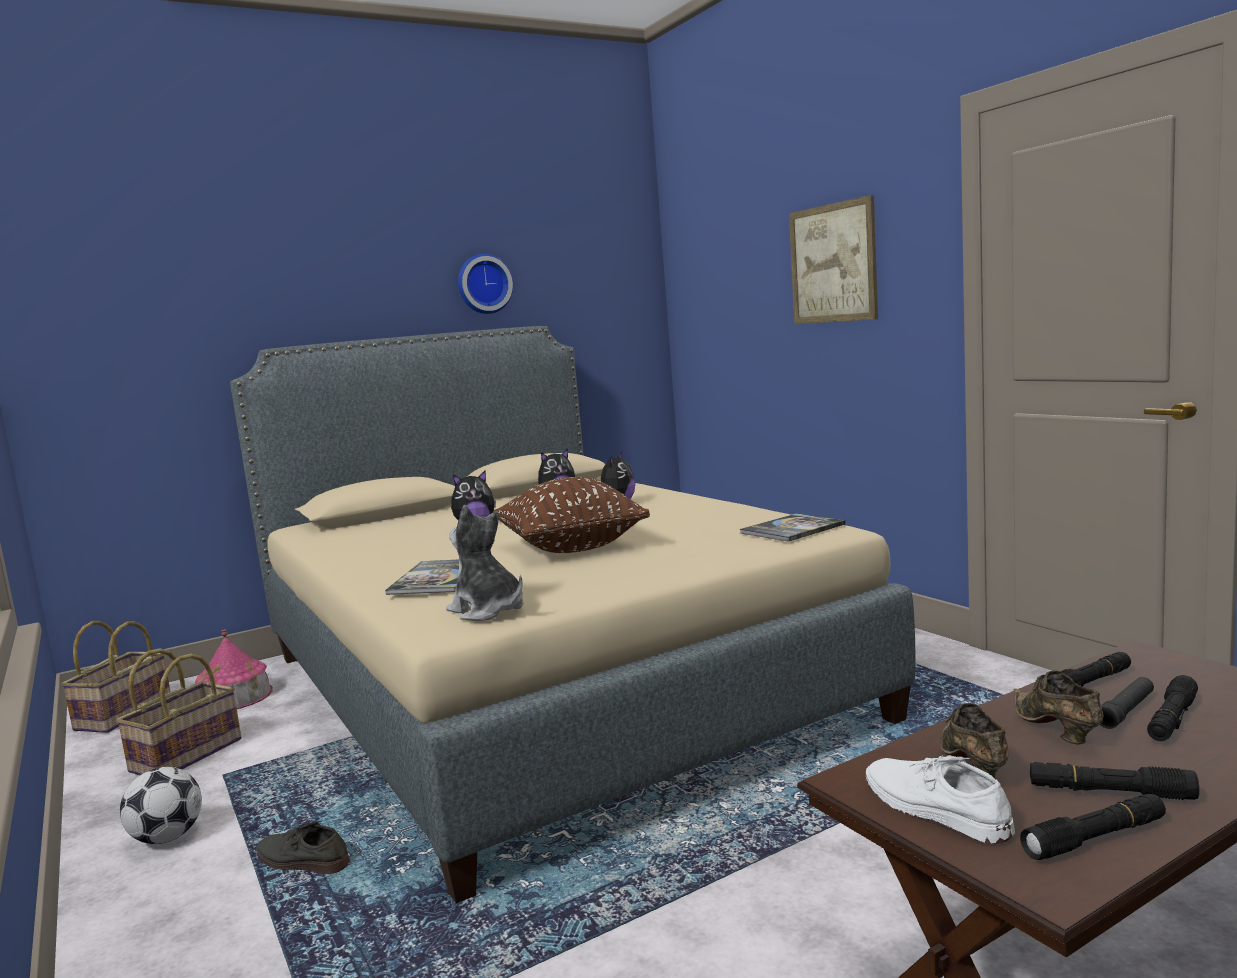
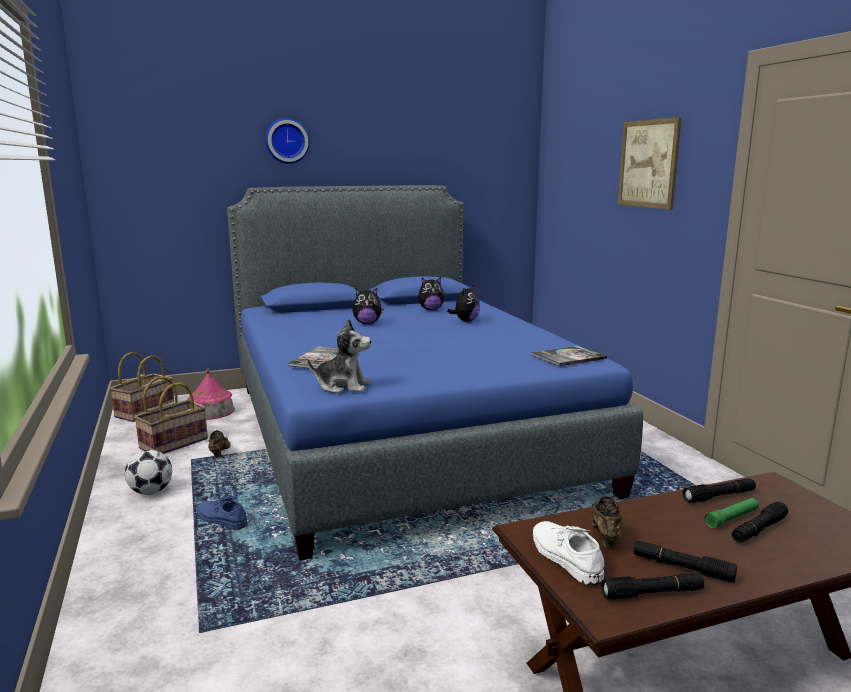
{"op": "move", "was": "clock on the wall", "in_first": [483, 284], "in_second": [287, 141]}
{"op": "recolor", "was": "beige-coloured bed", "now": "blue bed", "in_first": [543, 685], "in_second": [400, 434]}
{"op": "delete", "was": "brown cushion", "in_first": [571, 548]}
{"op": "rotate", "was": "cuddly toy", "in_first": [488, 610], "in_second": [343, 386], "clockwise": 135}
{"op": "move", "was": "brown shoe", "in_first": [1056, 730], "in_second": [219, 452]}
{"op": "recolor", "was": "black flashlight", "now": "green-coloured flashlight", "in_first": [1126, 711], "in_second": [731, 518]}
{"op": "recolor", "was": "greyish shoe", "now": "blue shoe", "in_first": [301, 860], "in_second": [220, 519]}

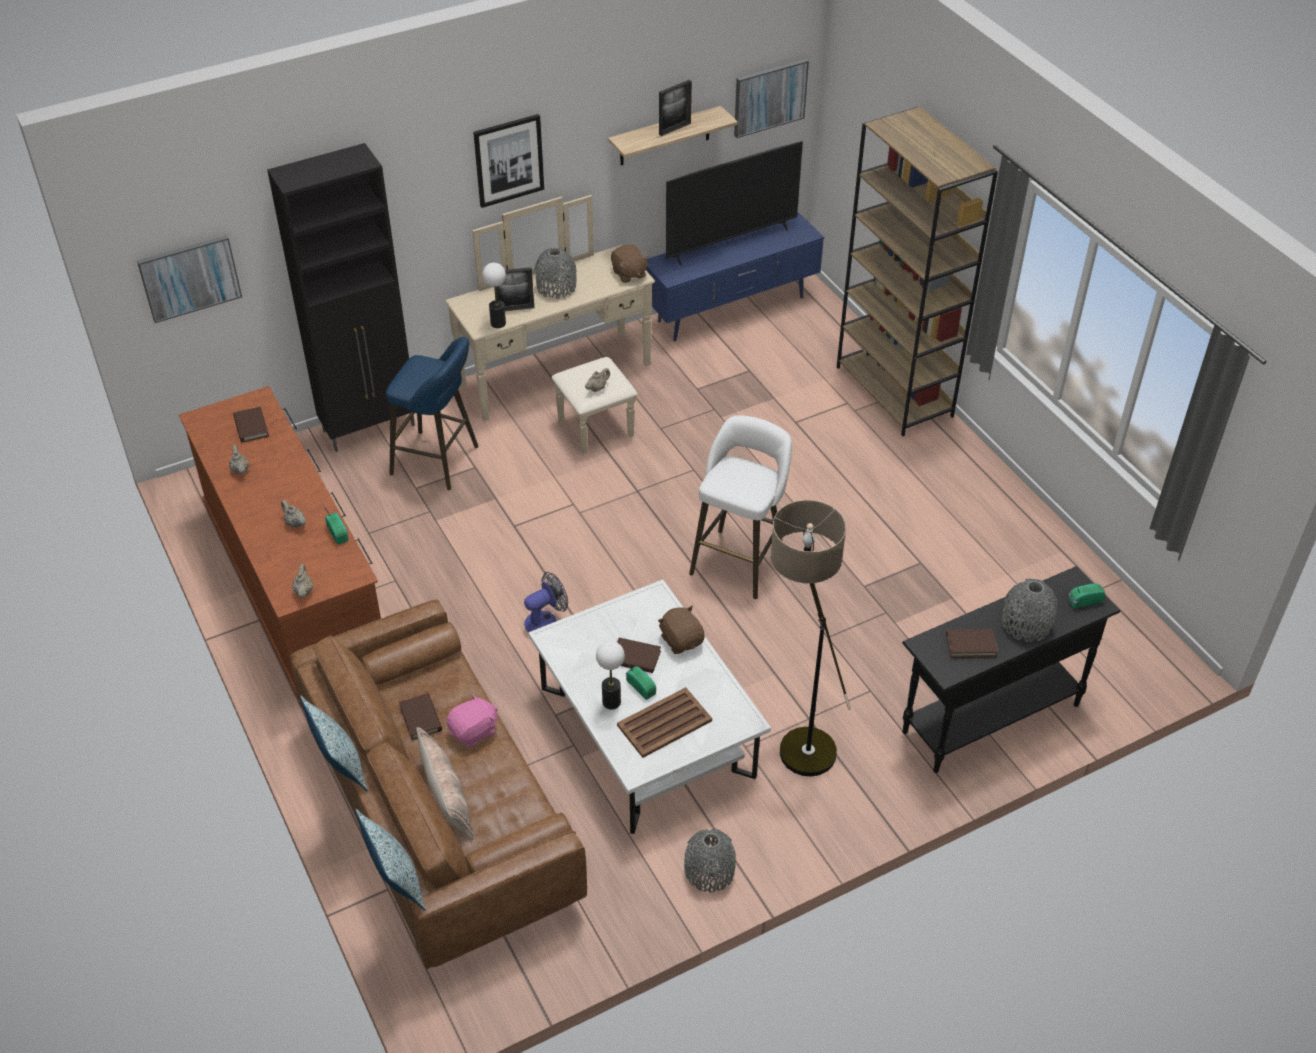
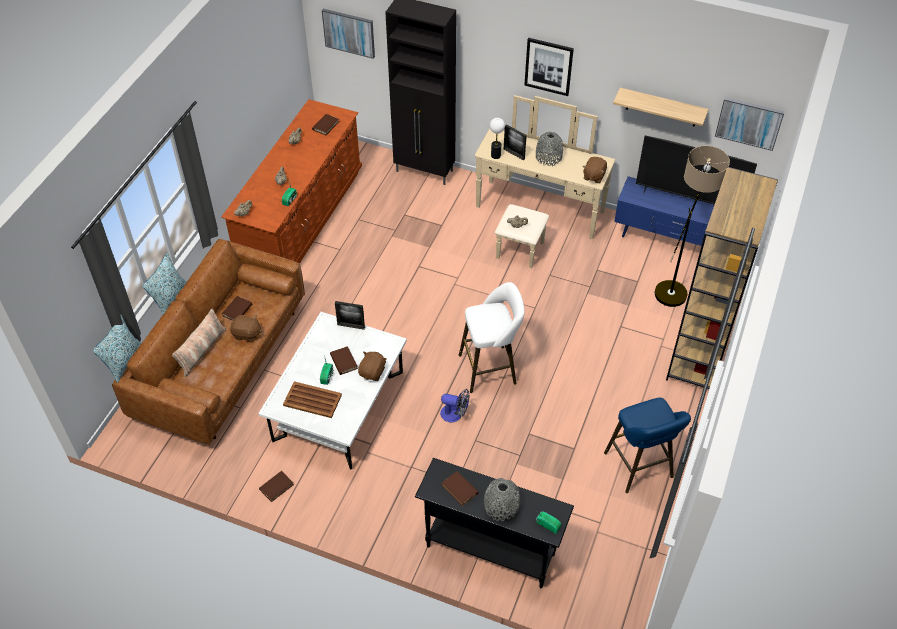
{"op": "move", "was": "standing frame", "in_first": [675, 129], "in_second": [351, 326]}
{"op": "move", "was": "blue stool", "in_first": [439, 461], "in_second": [640, 468]}
{"op": "move", "was": "floor lamp", "in_first": [798, 735], "in_second": [675, 285]}
{"op": "move", "was": "electric fan", "in_first": [546, 620], "in_second": [455, 414]}
{"op": "delete", "was": "lamp for a table", "in_first": [611, 702]}
{"op": "recolor", "was": "pink cuddly toy", "now": "brown cuddly toy", "in_first": [474, 732], "in_second": [247, 334]}
{"op": "replace", "was": "greyish vase", "now": "brown volume", "in_first": [709, 871], "in_second": [276, 487]}

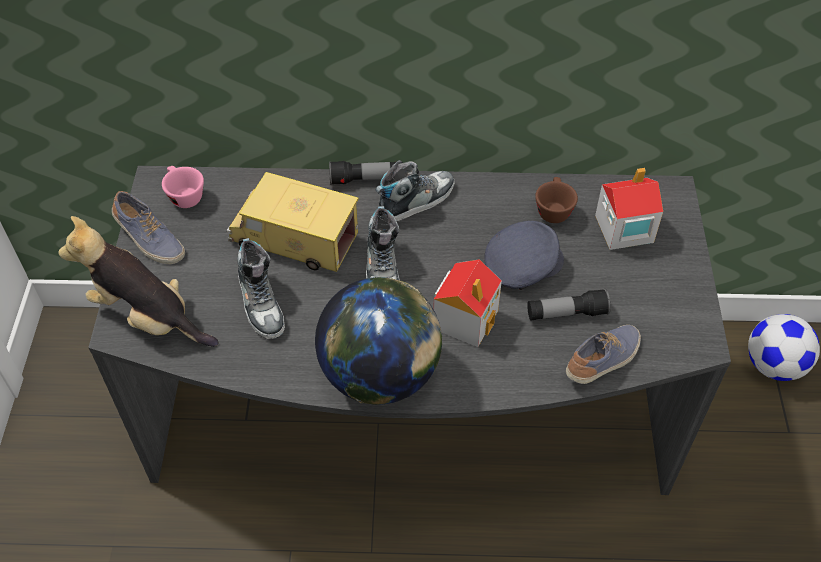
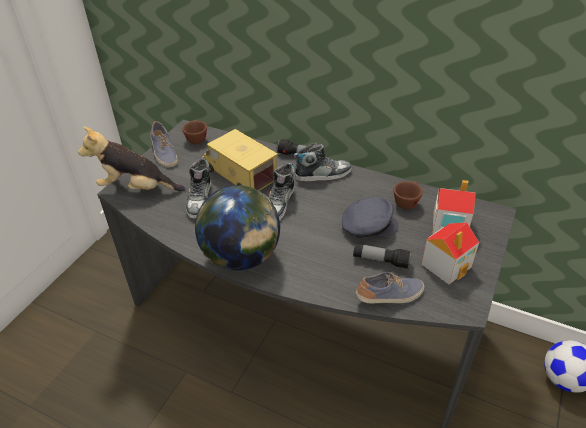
{"op": "recolor", "was": "pink cup", "now": "brown cup", "in_first": [183, 195], "in_second": [196, 138]}
{"op": "rotate", "was": "cuddly toy", "in_first": [147, 317], "in_second": [136, 188], "clockwise": -45}
{"op": "move", "was": "miniature house", "in_first": [466, 318], "in_second": [446, 265]}

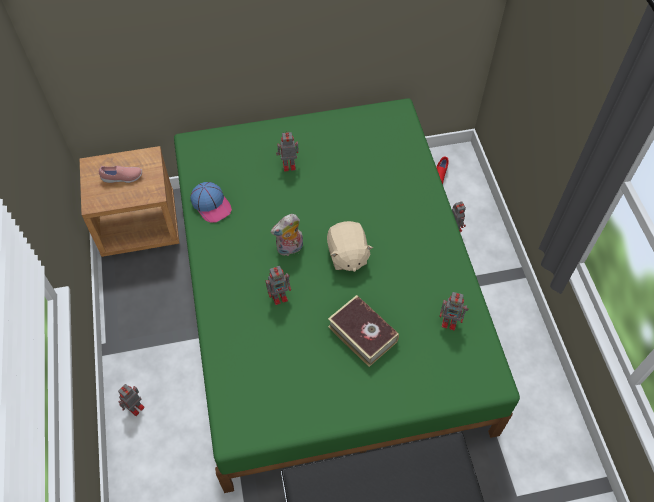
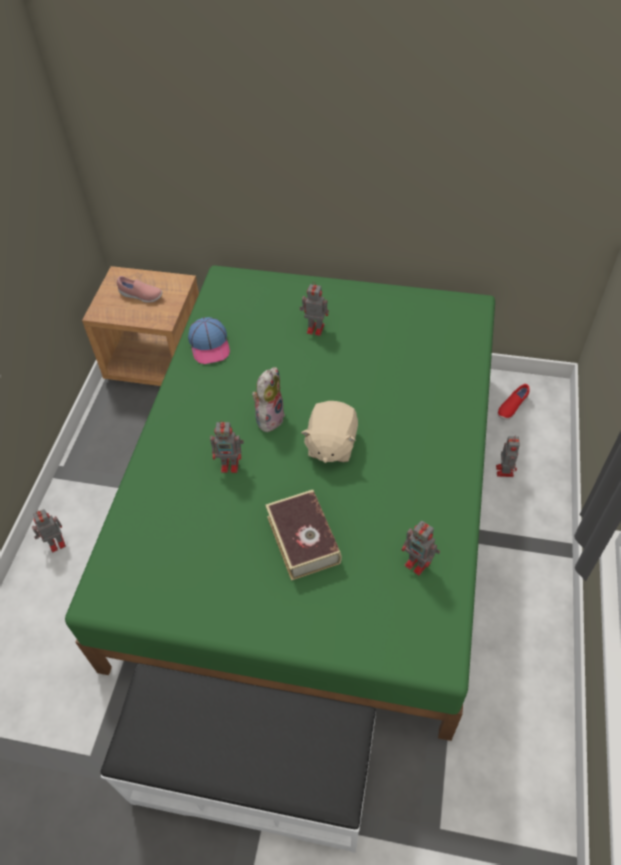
{"op": "rotate", "was": "cuddly toy", "in_first": [290, 249], "in_second": [269, 417], "clockwise": 120}

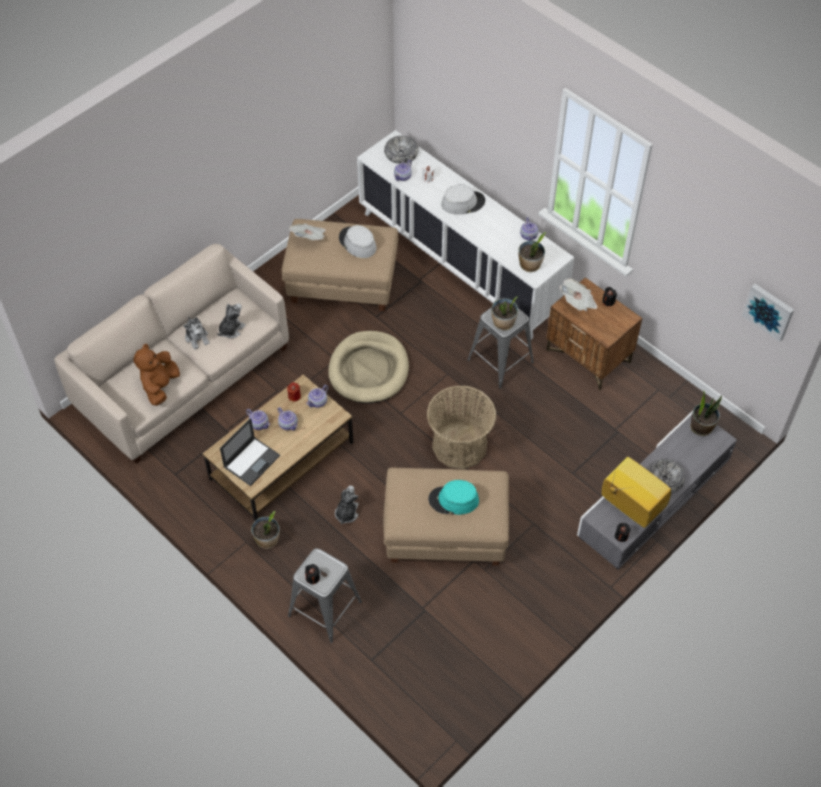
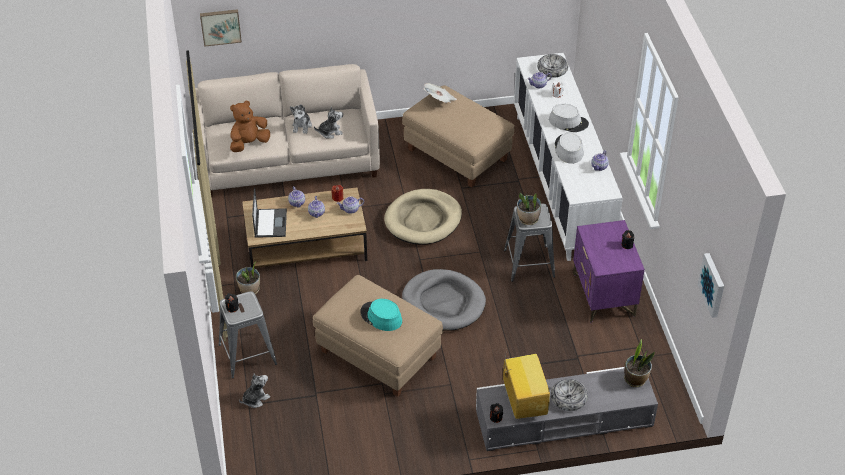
{"op": "move", "was": "greyish wearable hat", "in_first": [357, 243], "in_second": [568, 149]}
{"op": "delete", "was": "plant in a pot", "in_first": [530, 265]}
{"op": "recolor", "was": "brown bedside table", "now": "purple-coloured bedside table", "in_first": [588, 356], "in_second": [604, 295]}
{"op": "delete", "was": "daily paper", "in_first": [578, 302]}
{"op": "replace", "was": "storage basket", "now": "greyish dog bed", "in_first": [459, 445], "in_second": [443, 303]}
{"op": "rotate", "was": "laptop", "in_first": [252, 461], "in_second": [270, 223], "clockwise": -75}
{"op": "move", "was": "cuddly toy", "in_first": [346, 513], "in_second": [255, 399]}
{"op": "insert", "now": "wall picture", "in_second": [220, 26]}

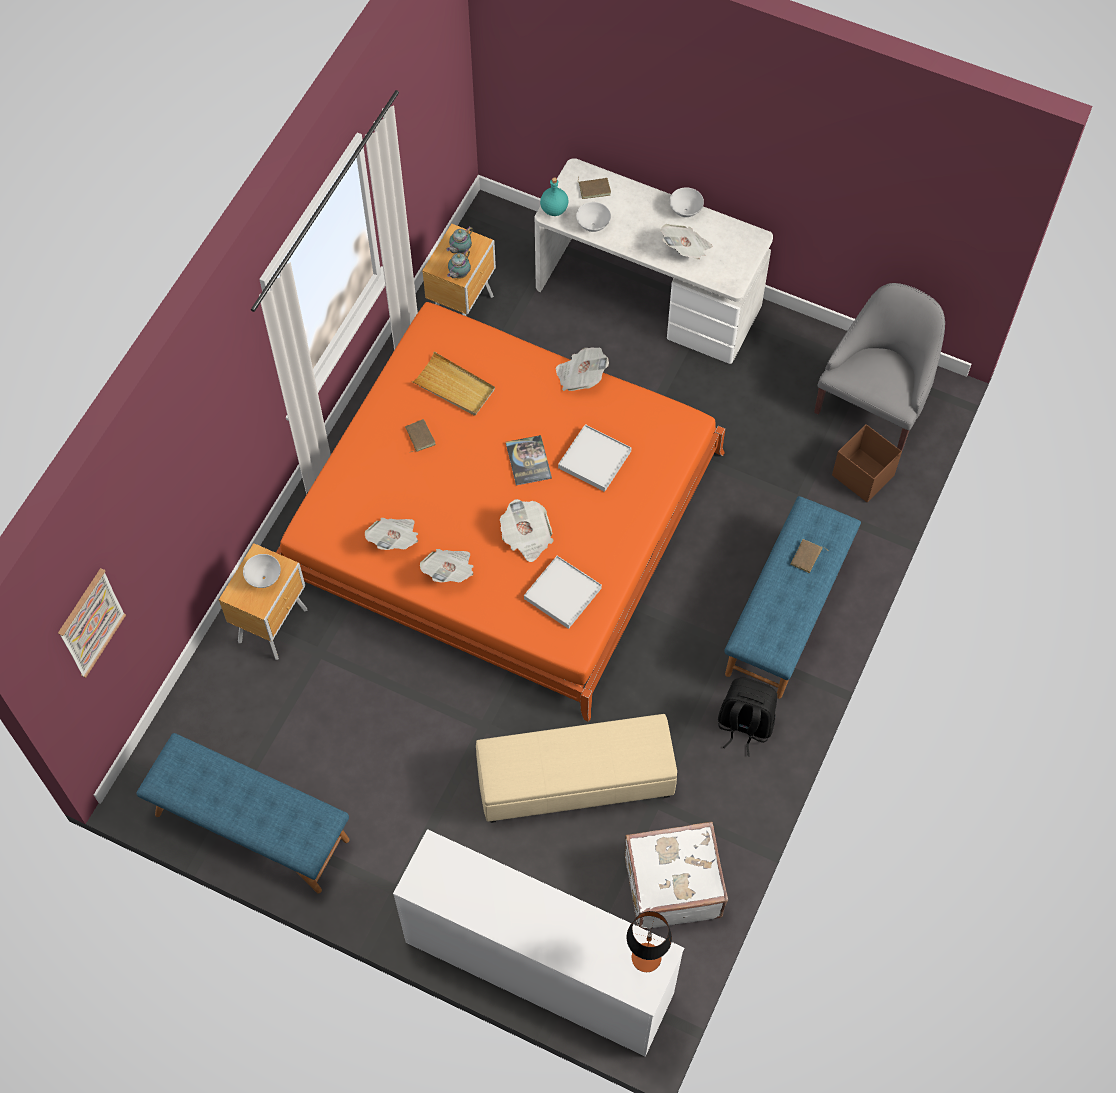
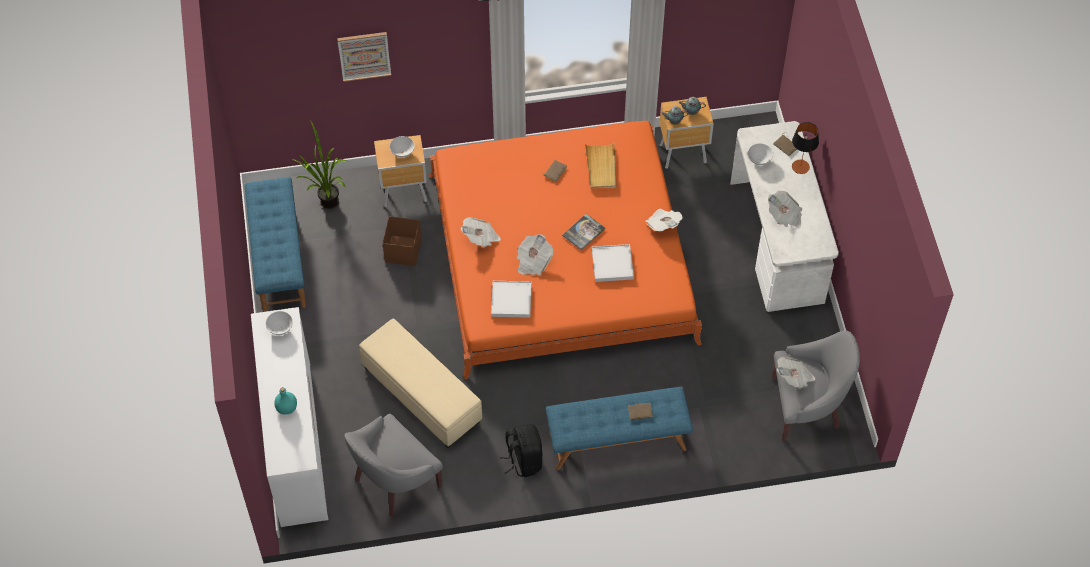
{"op": "move", "was": "blue-green drink bottle", "in_first": [554, 210], "in_second": [286, 408]}
{"op": "move", "was": "white deep dish", "in_first": [685, 210], "in_second": [280, 329]}
{"op": "move", "was": "brown storage container", "in_first": [862, 475], "in_second": [403, 250]}
{"op": "move", "was": "daily paper", "in_first": [394, 539], "in_second": [794, 378]}
{"op": "move", "was": "wall picture", "in_first": [90, 622], "in_second": [364, 55]}
{"op": "replace", "was": "white piece of luggage", "now": "greyish easy chair", "in_first": [671, 884], "in_second": [394, 480]}
{"op": "move", "was": "lamp for a table", "in_first": [646, 957], "in_second": [800, 166]}
{"op": "insert", "now": "plant in a pot", "in_second": [326, 204]}

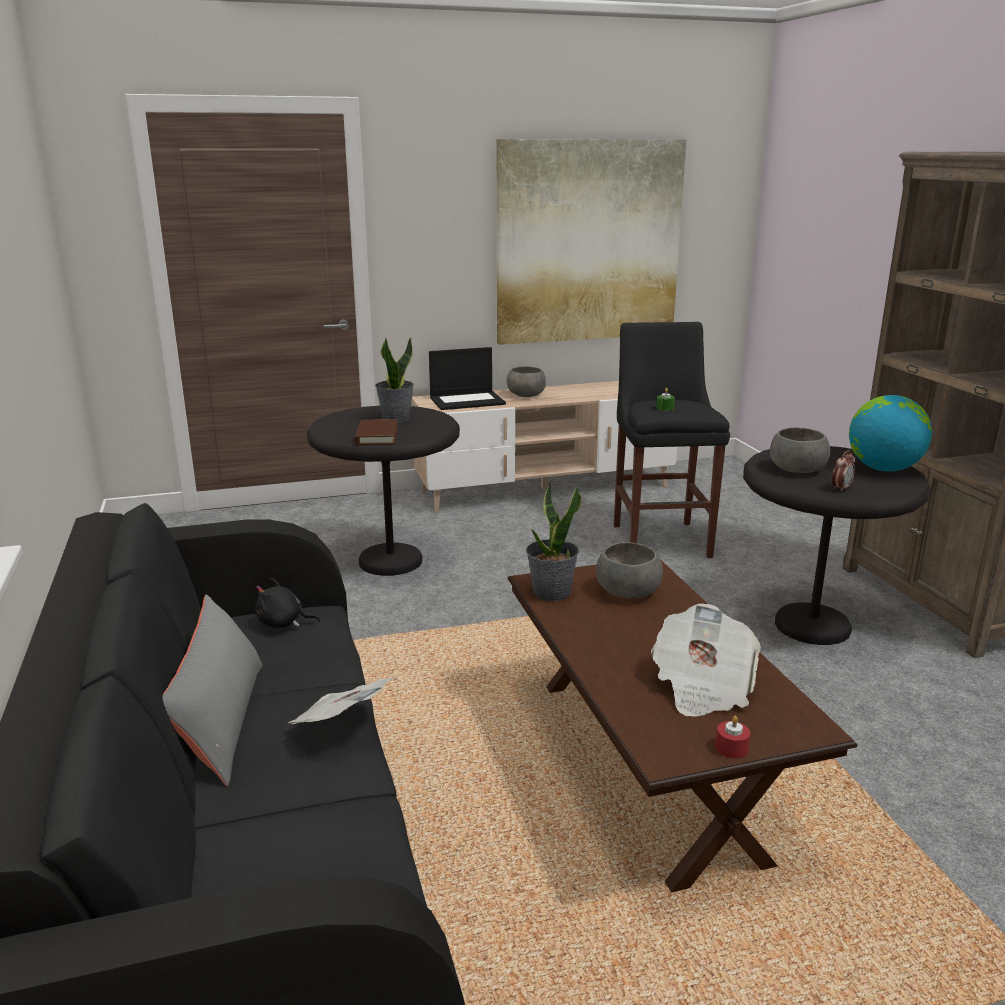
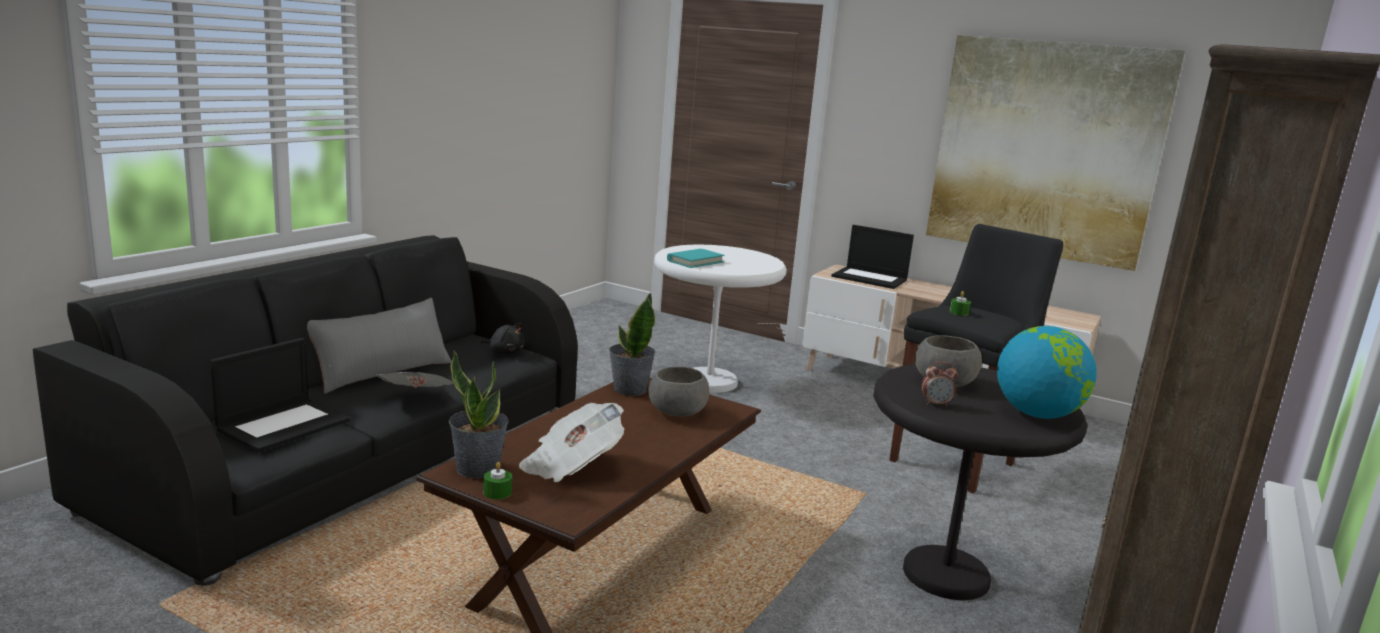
{"op": "move", "was": "plant in a pot", "in_first": [395, 418], "in_second": [478, 468]}
{"op": "delete", "was": "greyish deep dish", "in_first": [526, 395]}
{"op": "recolor", "was": "black accent table", "now": "white accent table", "in_first": [390, 561], "in_second": [709, 382]}
{"op": "recolor", "was": "brown volume", "now": "blue-green volume", "in_first": [376, 436], "in_second": [695, 261]}
{"op": "rotate", "was": "black cuddly toy", "in_first": [283, 623], "in_second": [505, 352], "clockwise": 150}
{"op": "recolor", "was": "red candle", "now": "green-coloured candle", "in_first": [731, 748], "in_second": [497, 492]}
{"op": "insert", "now": "laptop", "in_second": [284, 424]}

